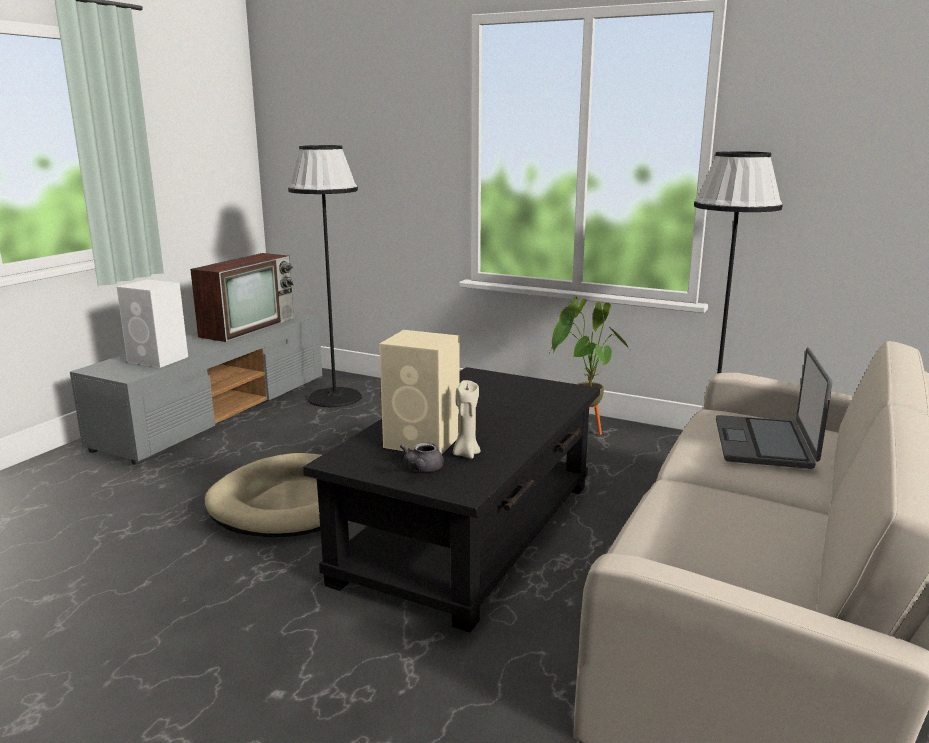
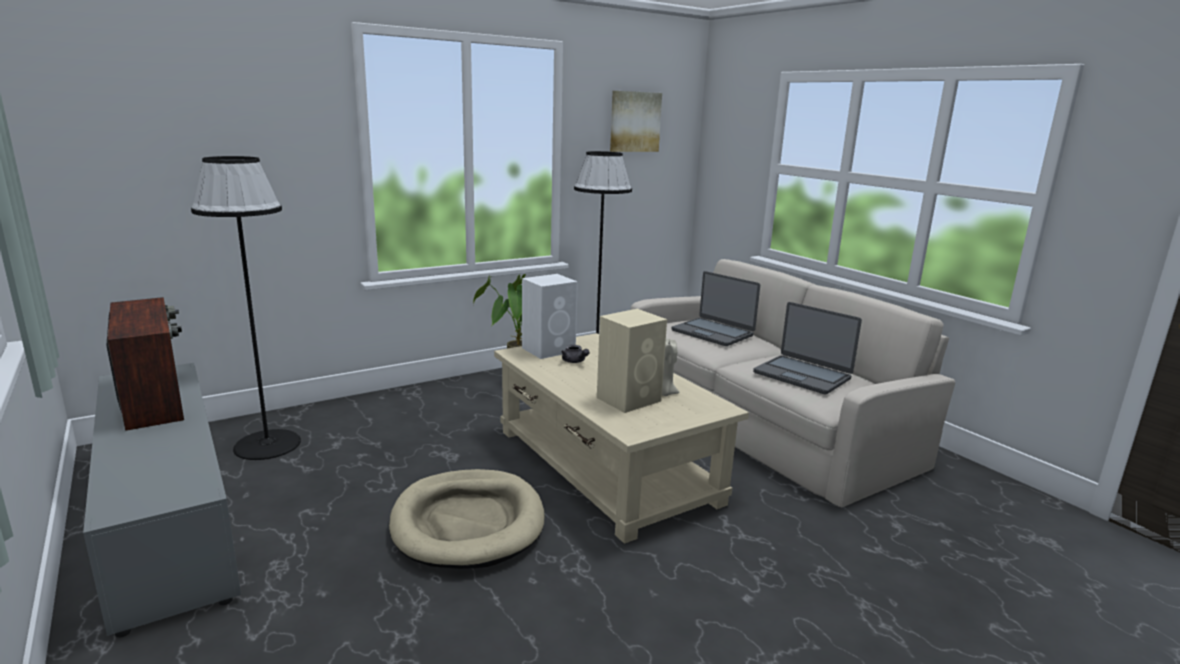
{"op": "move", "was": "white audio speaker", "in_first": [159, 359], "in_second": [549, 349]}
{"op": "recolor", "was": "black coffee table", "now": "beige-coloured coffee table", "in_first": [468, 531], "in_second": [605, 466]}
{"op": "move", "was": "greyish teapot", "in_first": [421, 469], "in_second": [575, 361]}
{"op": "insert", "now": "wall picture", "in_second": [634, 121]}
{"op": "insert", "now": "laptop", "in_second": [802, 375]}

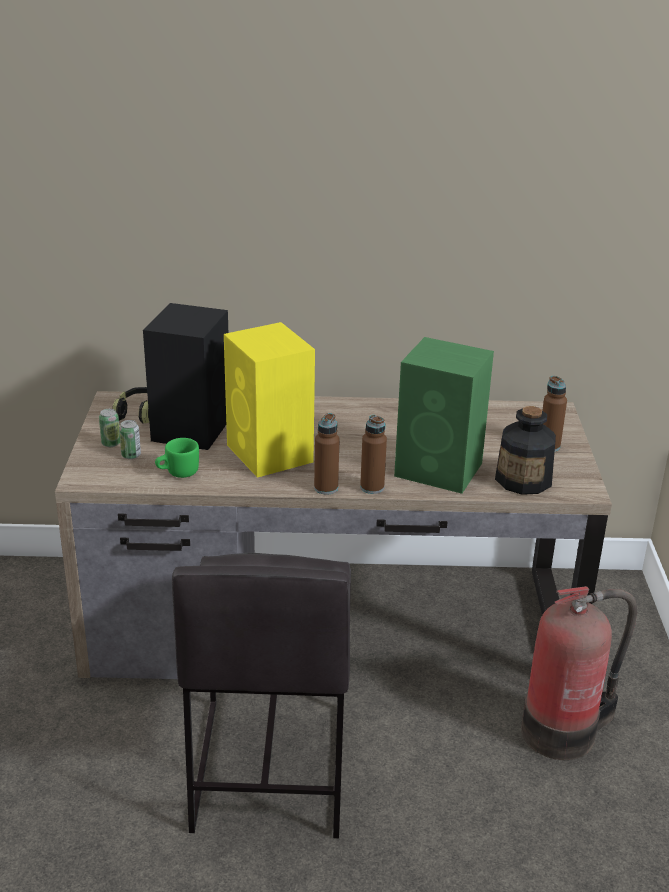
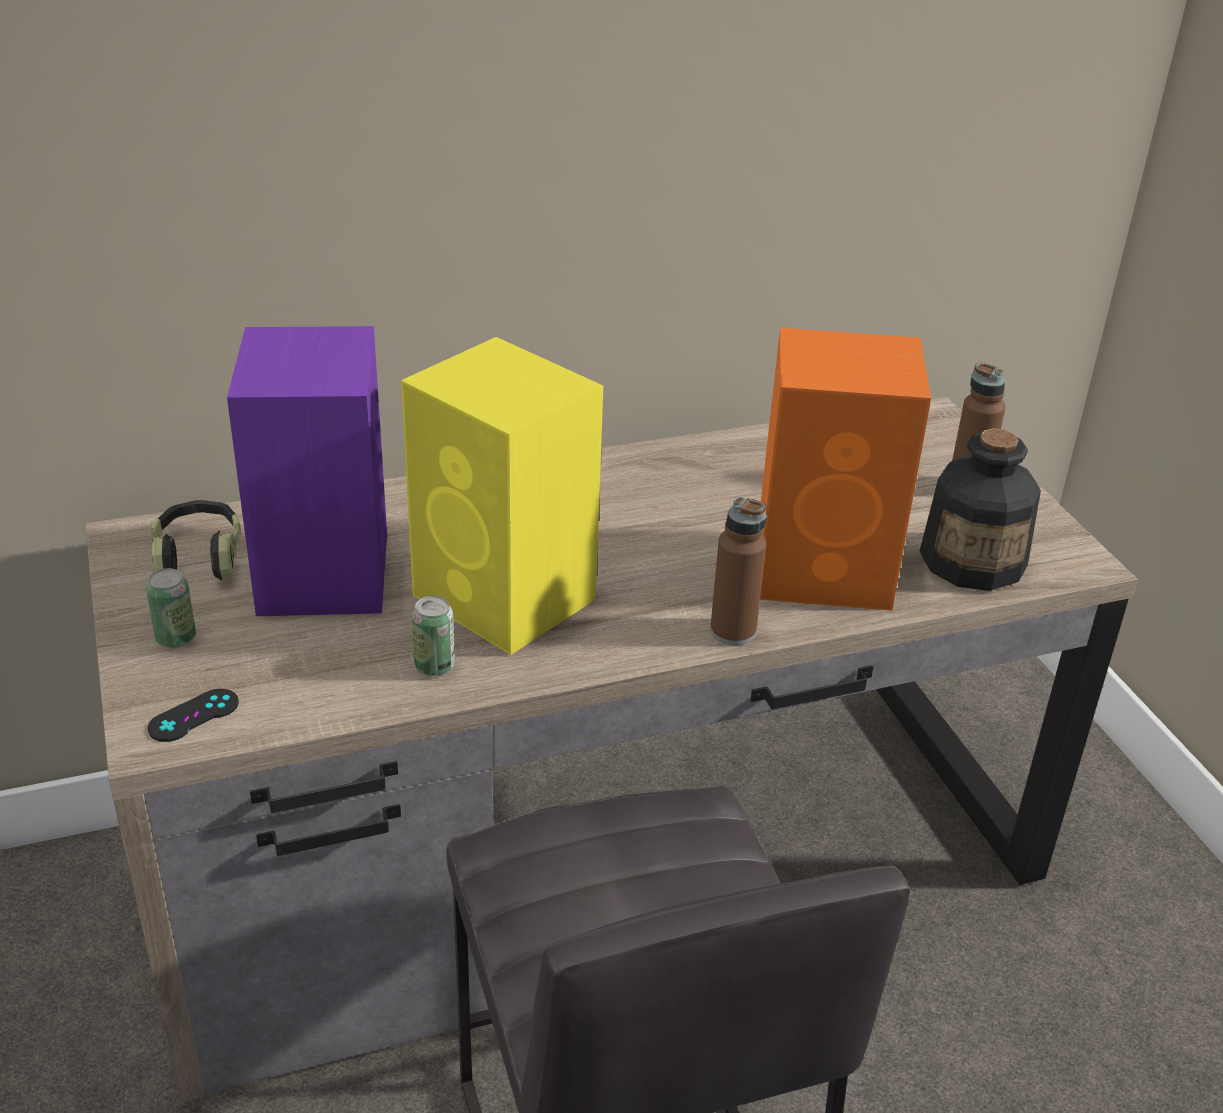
{"op": "recolor", "was": "black audio speaker", "now": "purple-coloured audio speaker", "in_first": [192, 428], "in_second": [324, 571]}
{"op": "recolor", "was": "green-coloured audio speaker", "now": "orangey audio speaker", "in_first": [440, 470], "in_second": [826, 570]}
{"op": "delete", "was": "brown drink bottle", "in_first": [326, 488]}
{"op": "move", "was": "can", "in_first": [131, 455], "in_second": [434, 666]}
{"op": "delete", "was": "green-coloured mug", "in_first": [177, 473]}
{"op": "delete", "was": "fire-fighting cylinder", "in_first": [563, 731]}
{"op": "insert", "now": "black joypad", "in_second": [193, 716]}

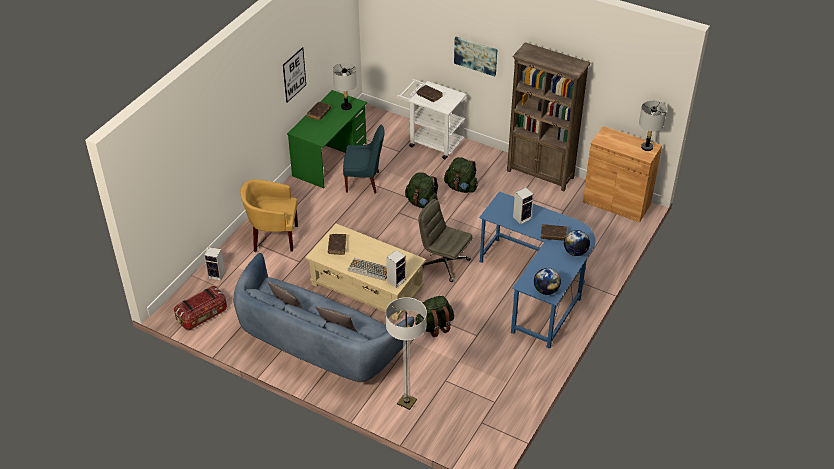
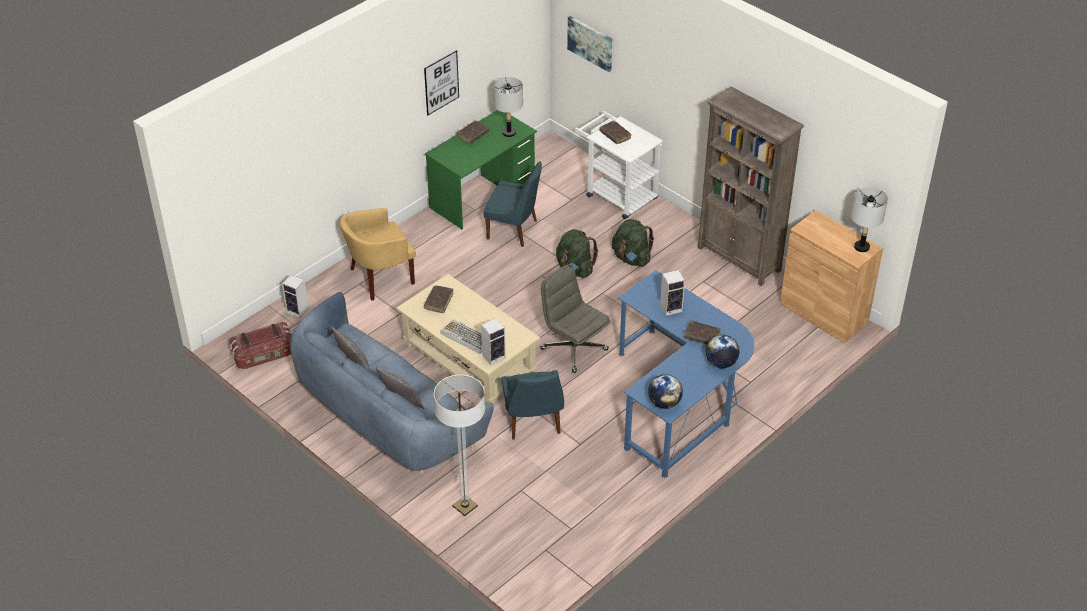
{"op": "move", "was": "wall picture", "in_first": [476, 55], "in_second": [590, 43]}
{"op": "rotate", "was": "yellow easy chair", "in_first": [273, 237], "in_second": [380, 278], "clockwise": -45}
{"op": "replace", "was": "green-coloured knapsack", "now": "blue upright chair", "in_first": [434, 326], "in_second": [533, 423]}

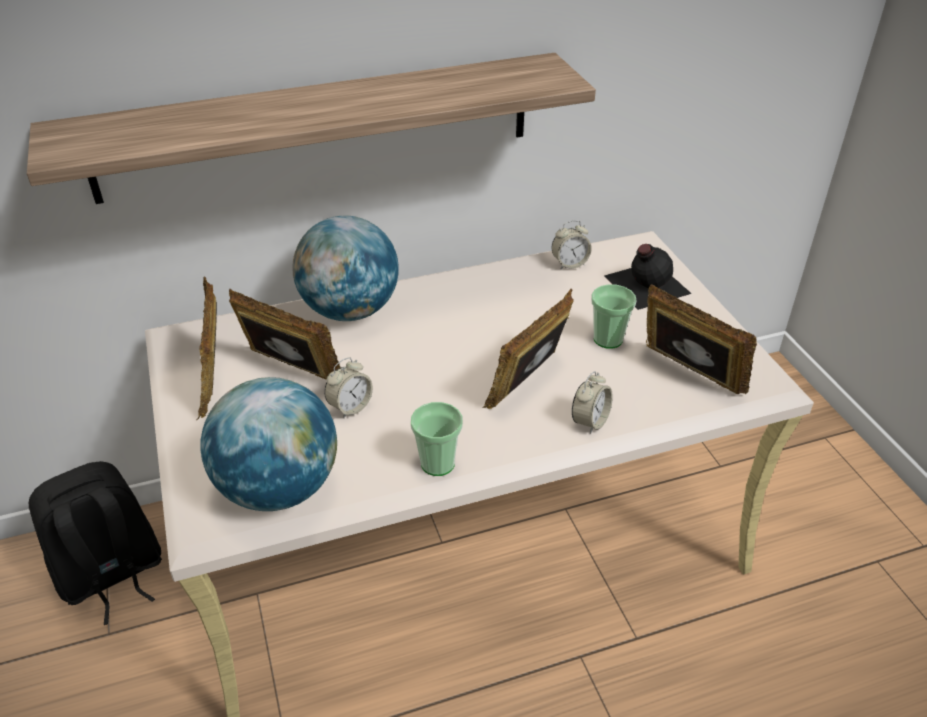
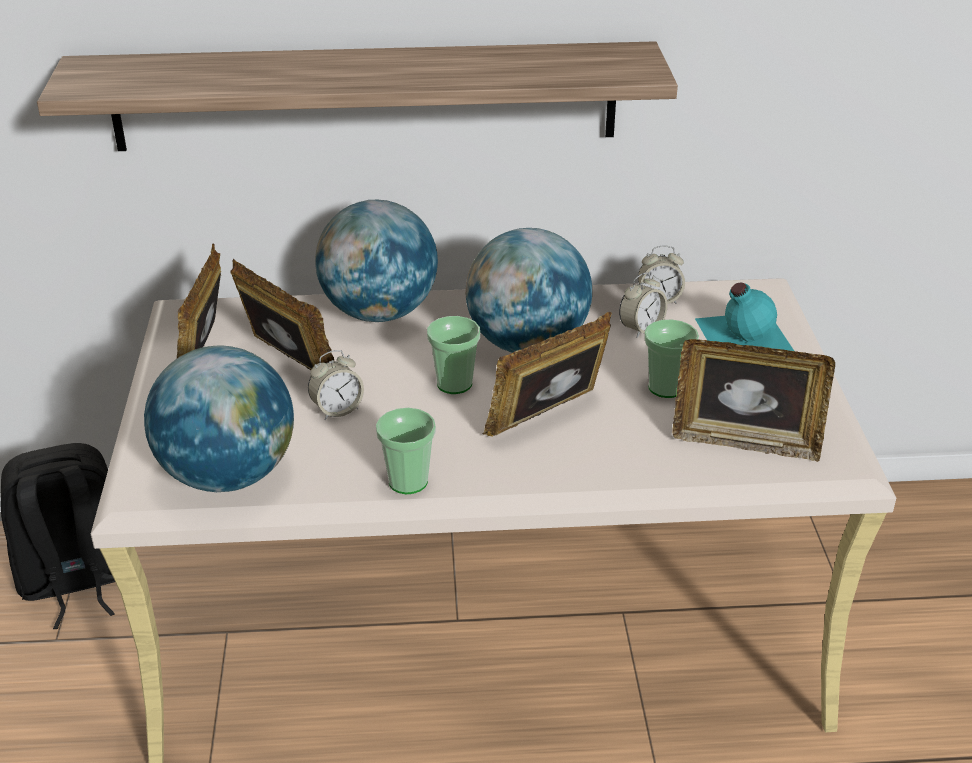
{"op": "recolor", "was": "black drink bottle", "now": "blue-green drink bottle", "in_first": [645, 284], "in_second": [742, 335]}
{"op": "rotate", "was": "standing frame", "in_first": [688, 376], "in_second": [745, 441], "clockwise": 135}
{"op": "move", "was": "alarm clock", "in_first": [590, 421], "in_second": [641, 329]}
{"op": "insert", "now": "desk globe", "in_second": [527, 344]}
{"op": "insert", "now": "cup", "in_second": [454, 384]}

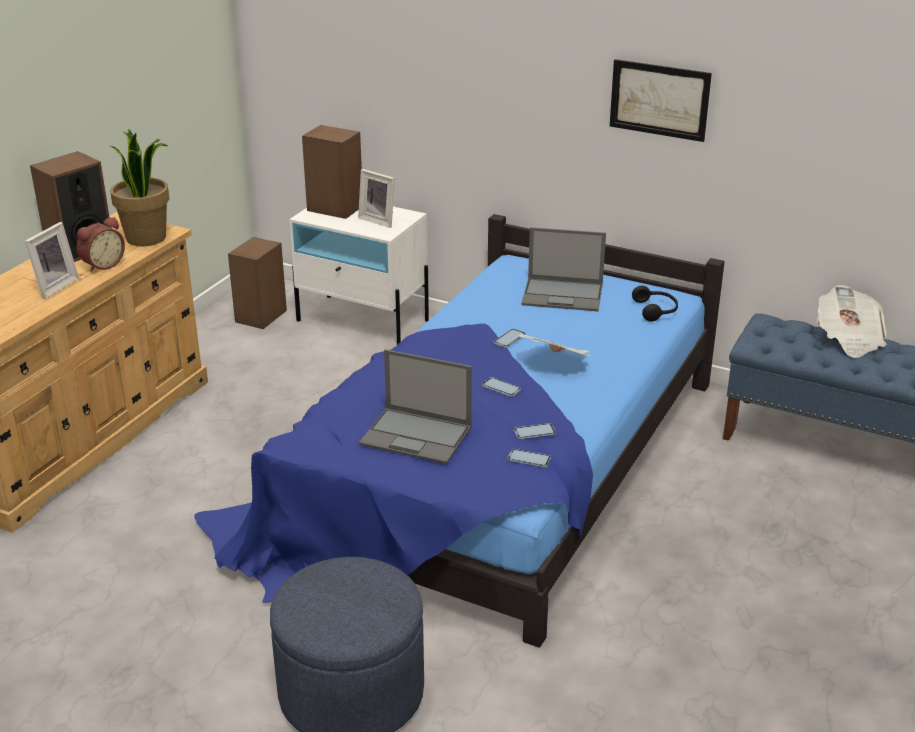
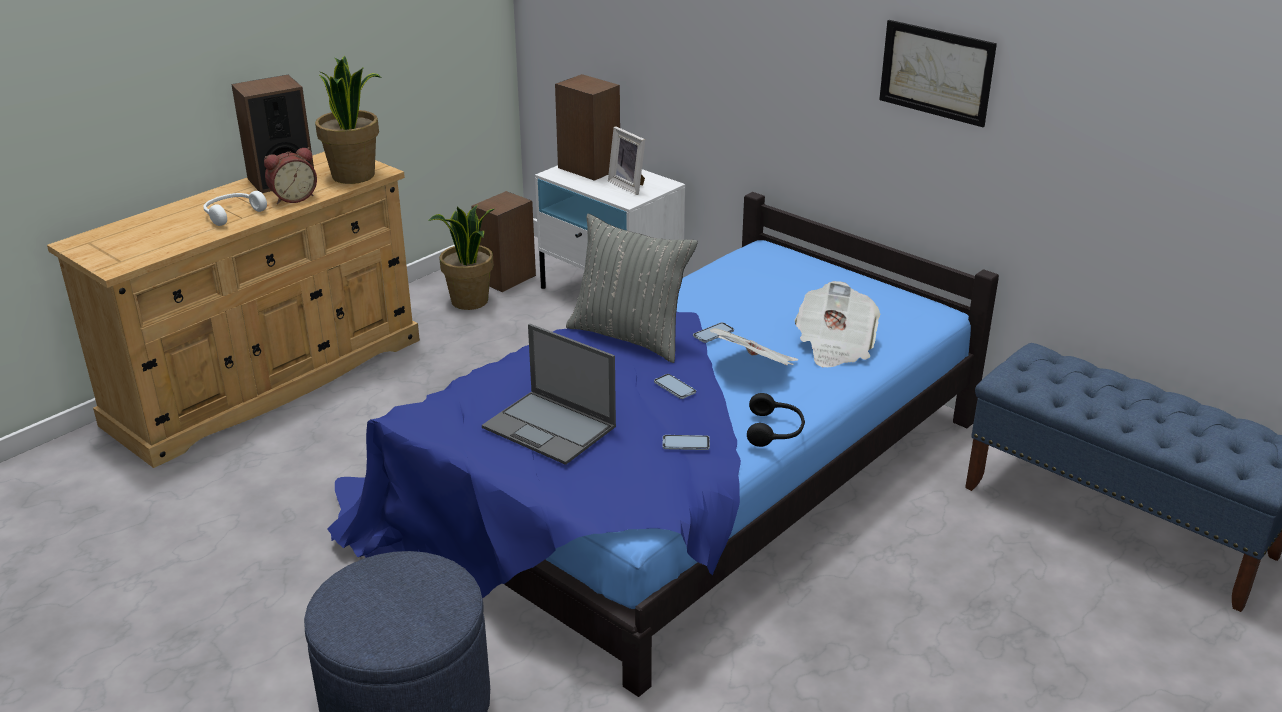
{"op": "replace", "was": "standing frame", "now": "white headset", "in_first": [53, 286], "in_second": [232, 214]}
{"op": "delete", "was": "laptop", "in_first": [563, 295]}
{"op": "move", "was": "daily paper", "in_first": [848, 339], "in_second": [834, 346]}
{"op": "move", "was": "black headset", "in_first": [656, 310], "in_second": [775, 430]}
{"op": "delete", "was": "phone", "in_first": [529, 459]}
{"op": "insert", "now": "plant in a pot", "in_second": [469, 301]}
{"op": "insert", "now": "greyish cushion", "in_second": [630, 336]}

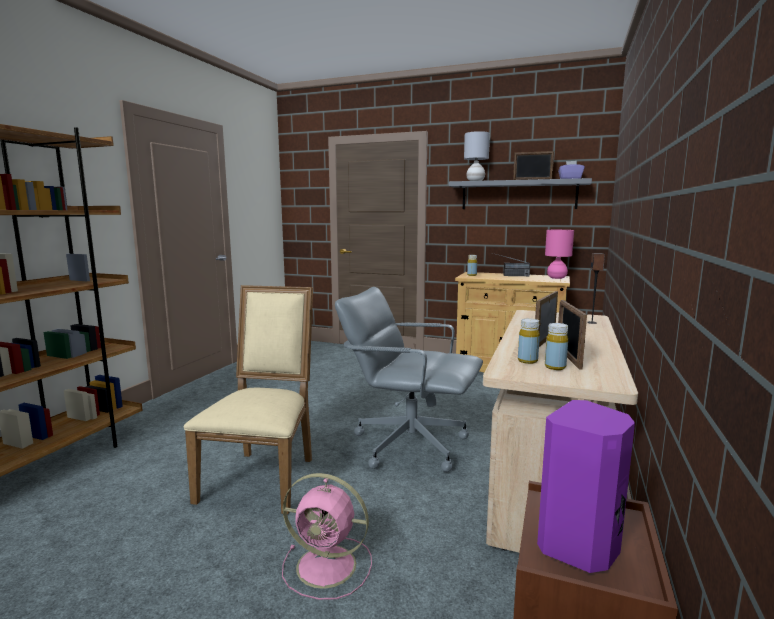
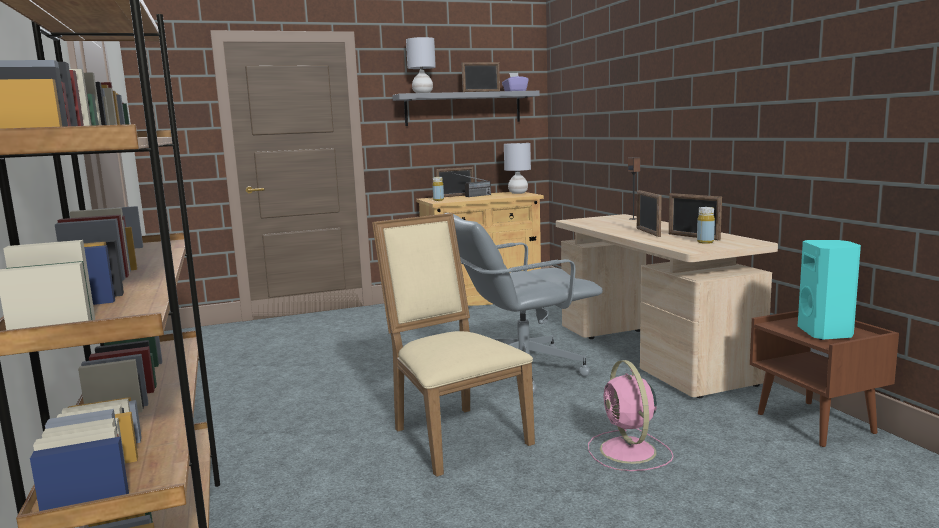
{"op": "recolor", "was": "pink lamp for a table", "now": "greyish lamp for a table", "in_first": [556, 278], "in_second": [518, 193]}
{"op": "delete", "was": "yellow drink bottle", "in_first": [527, 361]}
{"op": "recolor", "was": "purple-coloured audio speaker", "now": "blue-green audio speaker", "in_first": [580, 548], "in_second": [826, 333]}
{"op": "rotate", "was": "pink electric fan", "in_first": [329, 566], "in_second": [629, 452], "clockwise": 105}
{"op": "insert", "now": "standing frame", "in_second": [455, 196]}

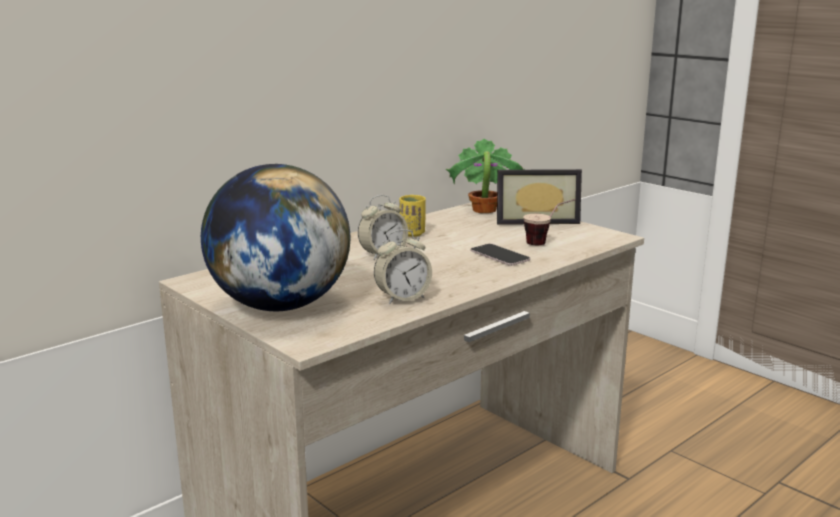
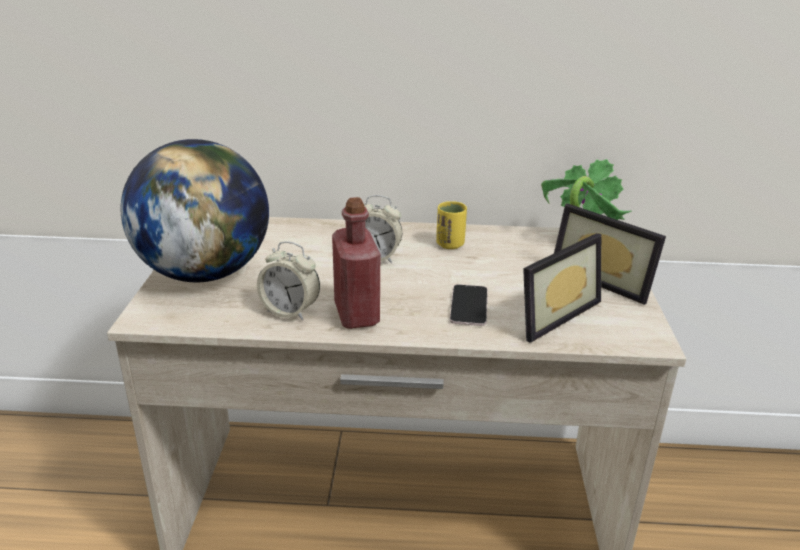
{"op": "replace", "was": "cup", "now": "standing frame", "in_first": [547, 243], "in_second": [550, 313]}
{"op": "insert", "now": "red drink bottle", "in_second": [356, 314]}

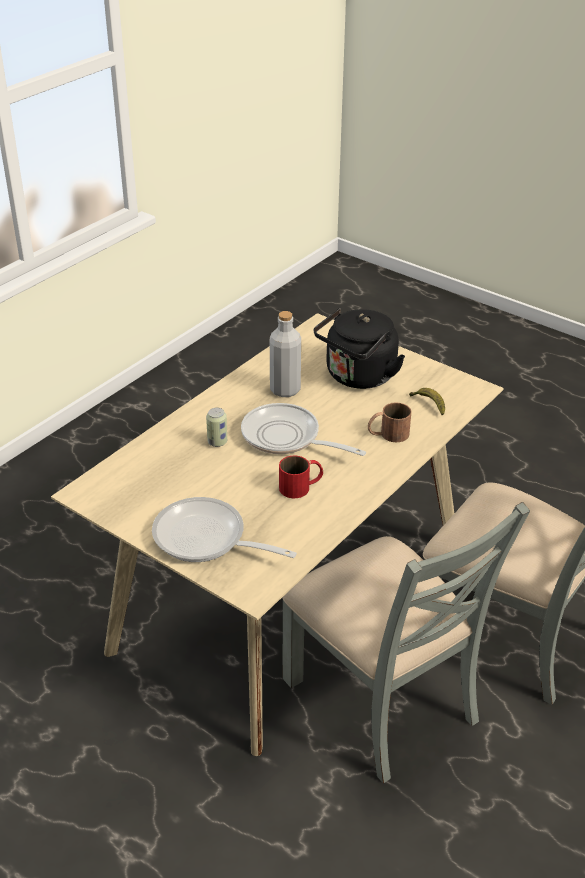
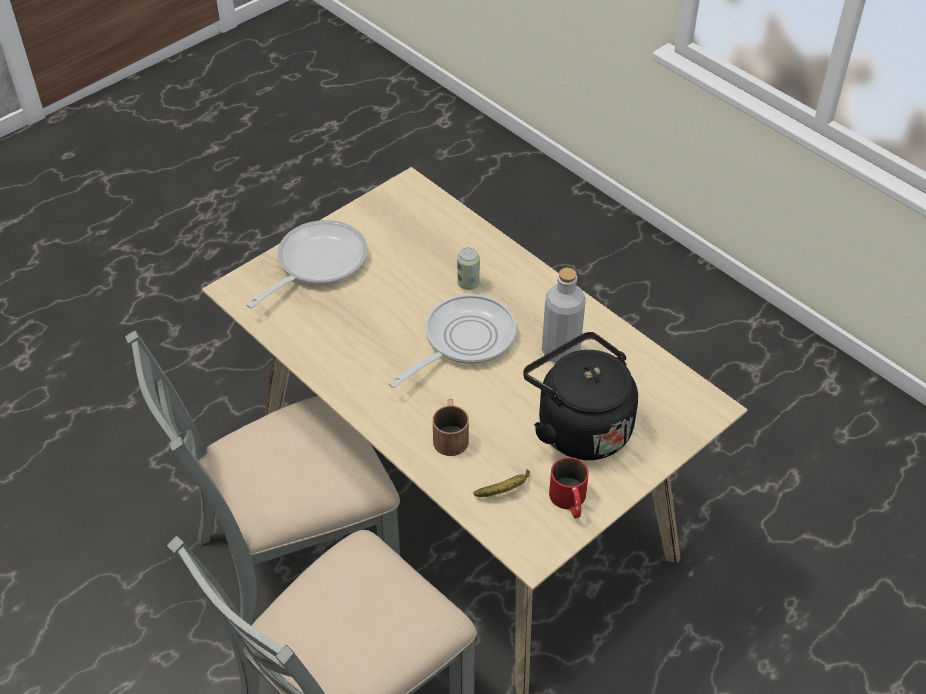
{"op": "move", "was": "red mug", "in_first": [301, 486], "in_second": [570, 502]}

